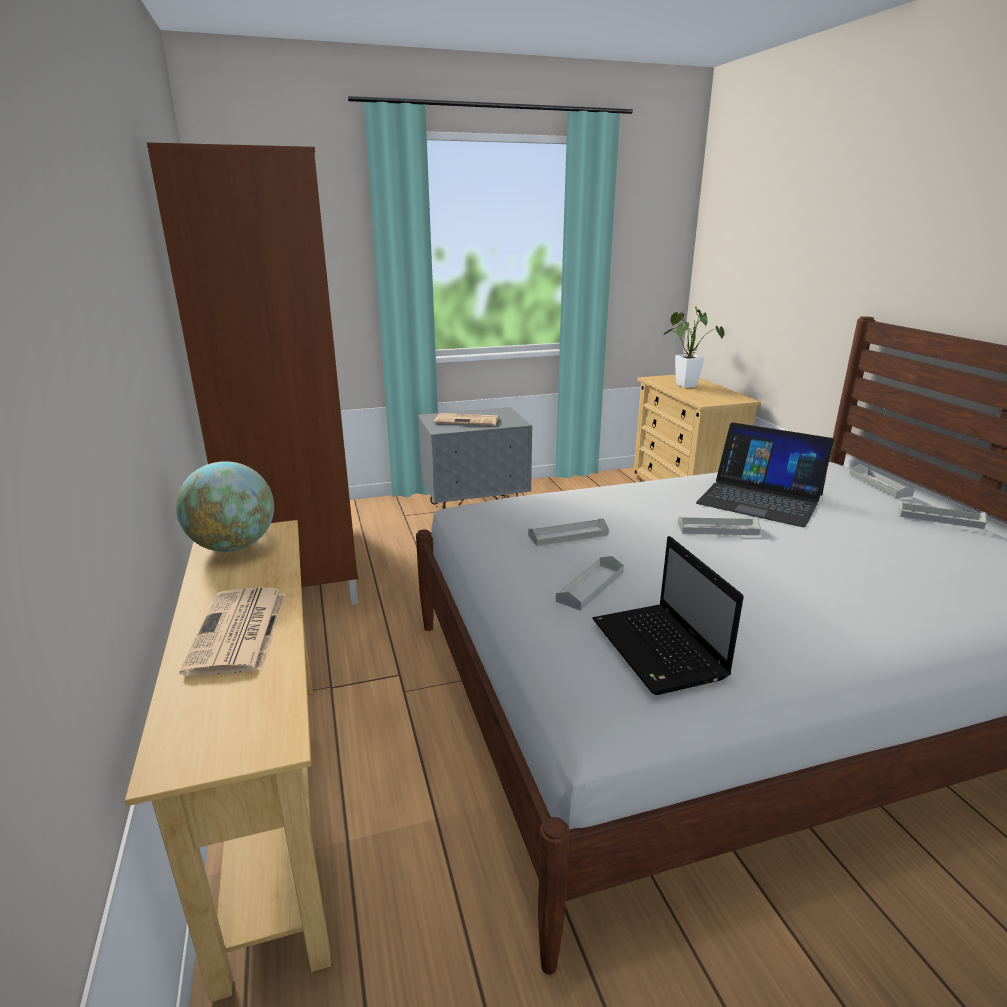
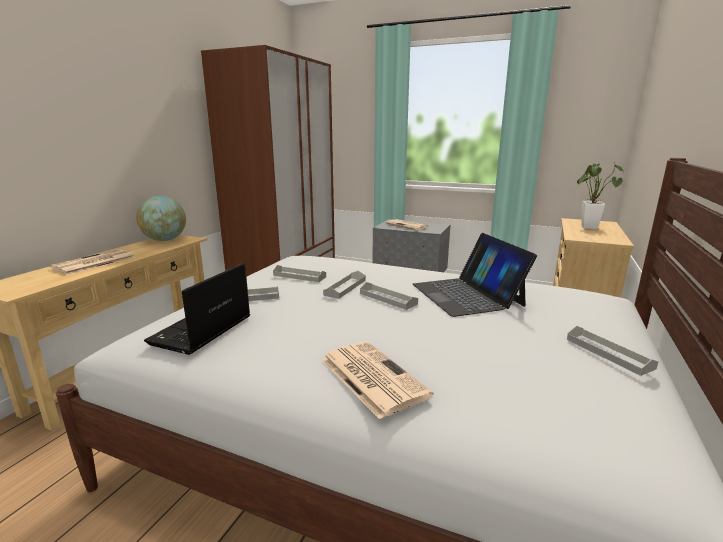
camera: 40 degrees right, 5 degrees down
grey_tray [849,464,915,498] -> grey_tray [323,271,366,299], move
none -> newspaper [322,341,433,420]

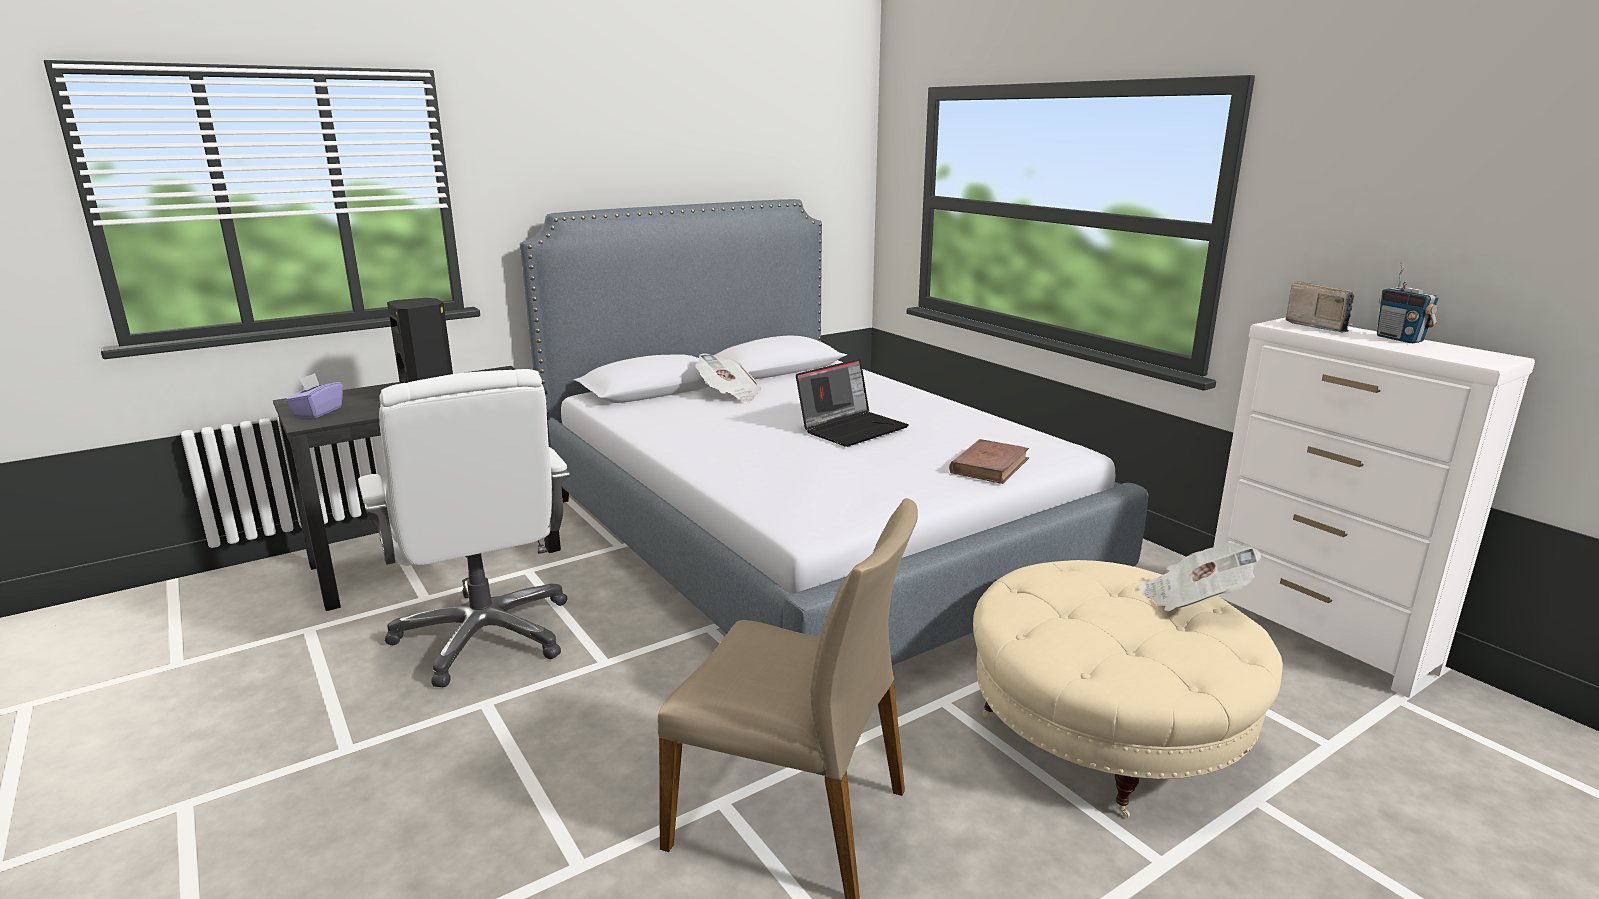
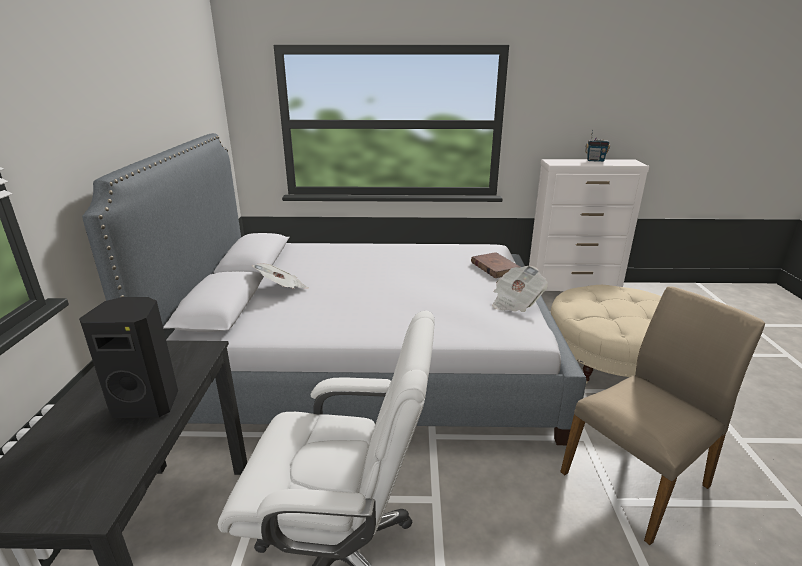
camera: 55 degrees left, 5 degrees up
radio [1285,281,1354,332] -> none
laptop [796,359,909,447] -> none
purple_tissue_box [285,373,343,418] -> none
newspaper [1138,543,1262,611] -> newspaper [492,266,548,312], move

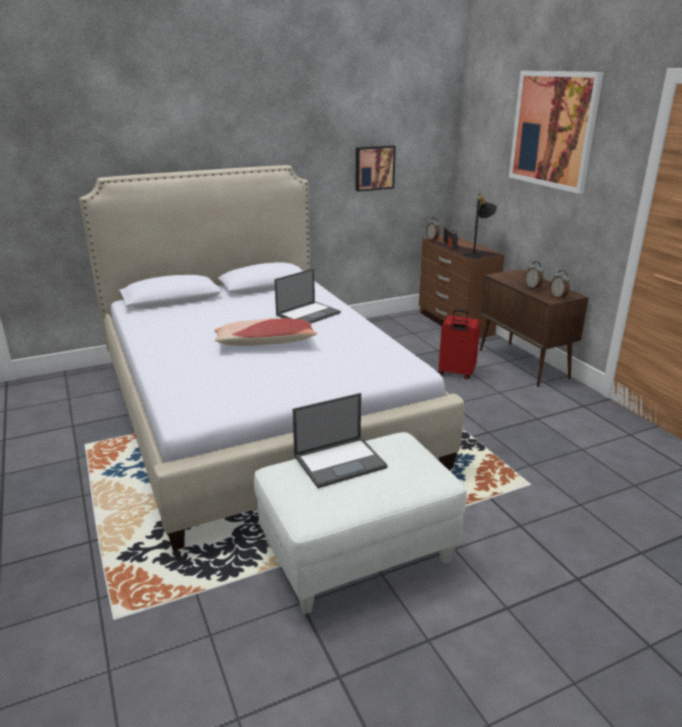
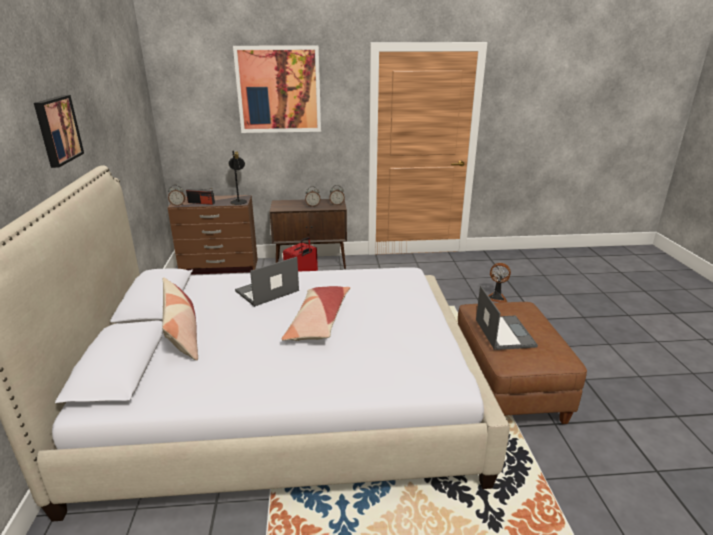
camera: 70 degrees left, 0 degrees up
picture [355,145,396,192] -> picture [34,95,84,168], move
laptop [274,268,341,323] -> laptop [235,257,299,307], 105 degrees counterclockwise
white_ottoman [254,432,467,614] -> brown_ottoman [458,302,587,424]
none -> fan [488,263,511,303]
none -> pillow [162,277,198,360]

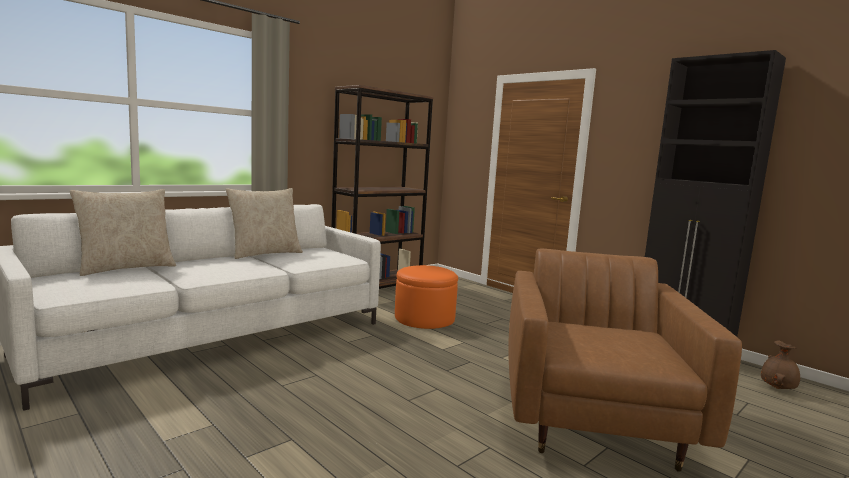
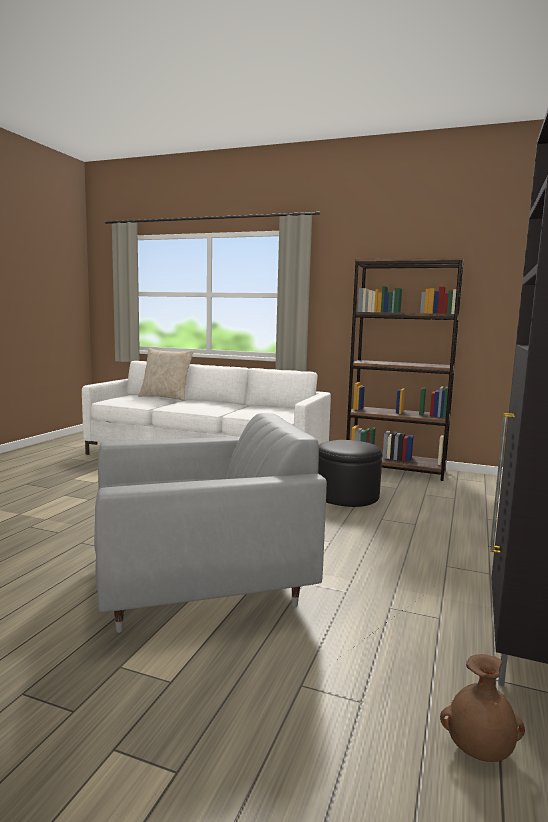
camera: 65 degrees right, 0 degrees up
beige_pillow [226,188,303,259] -> none
brown_armchair [508,249,742,472] -> grey_armchair [94,413,327,633]
orange_ottoman [395,265,458,329] -> black_ottoman [318,440,383,507]

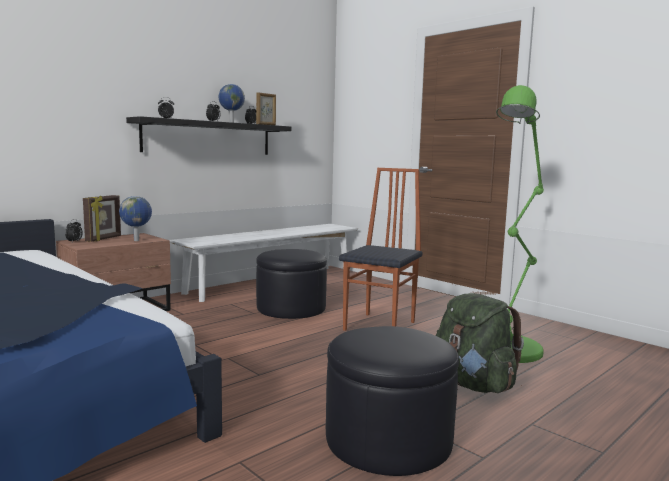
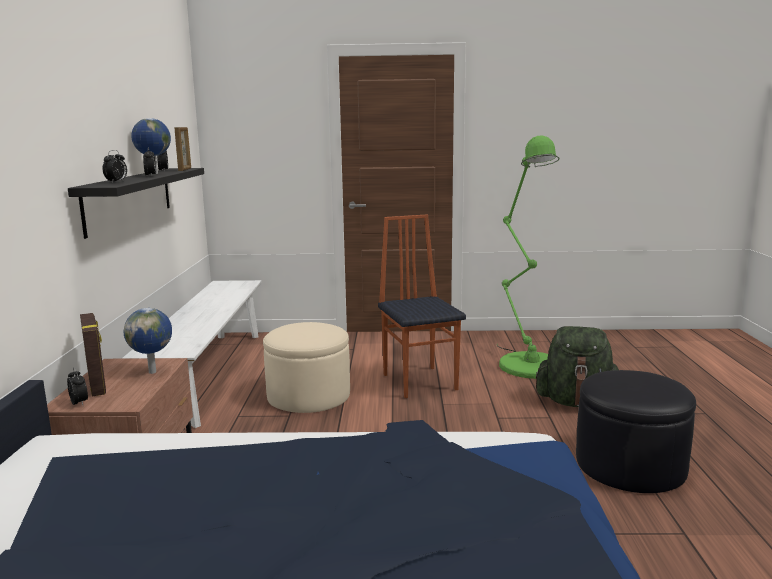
camera: 45 degrees left, 5 degrees up
black_ottoman [256,249,327,319] -> beige_ottoman [263,322,350,413]

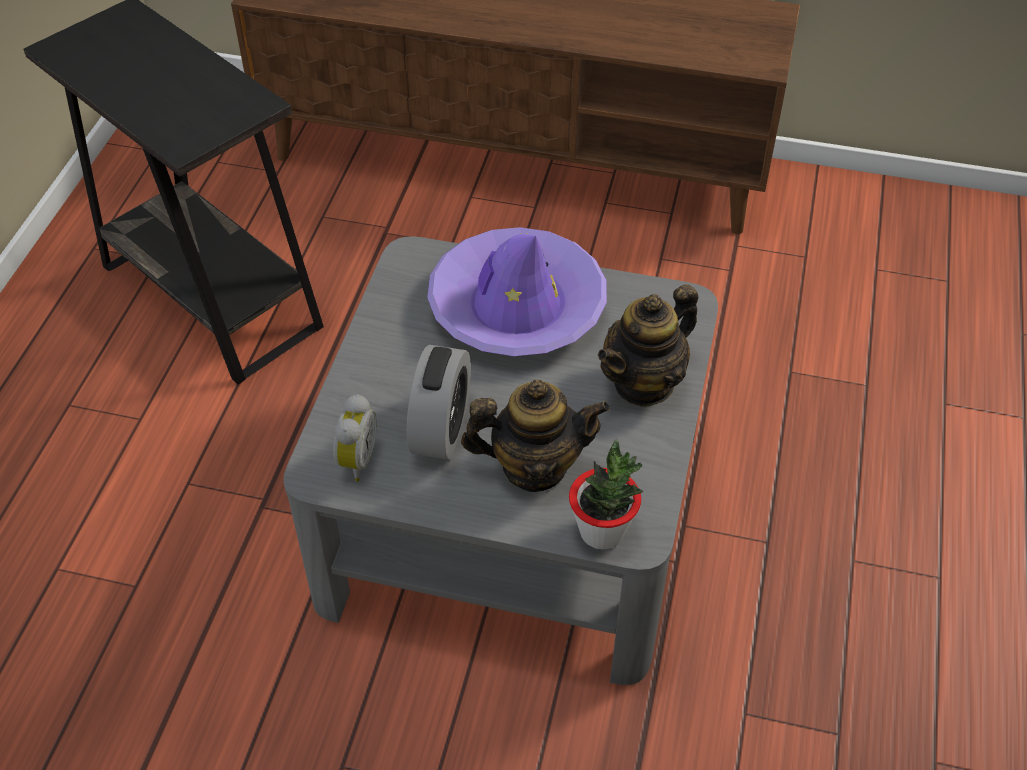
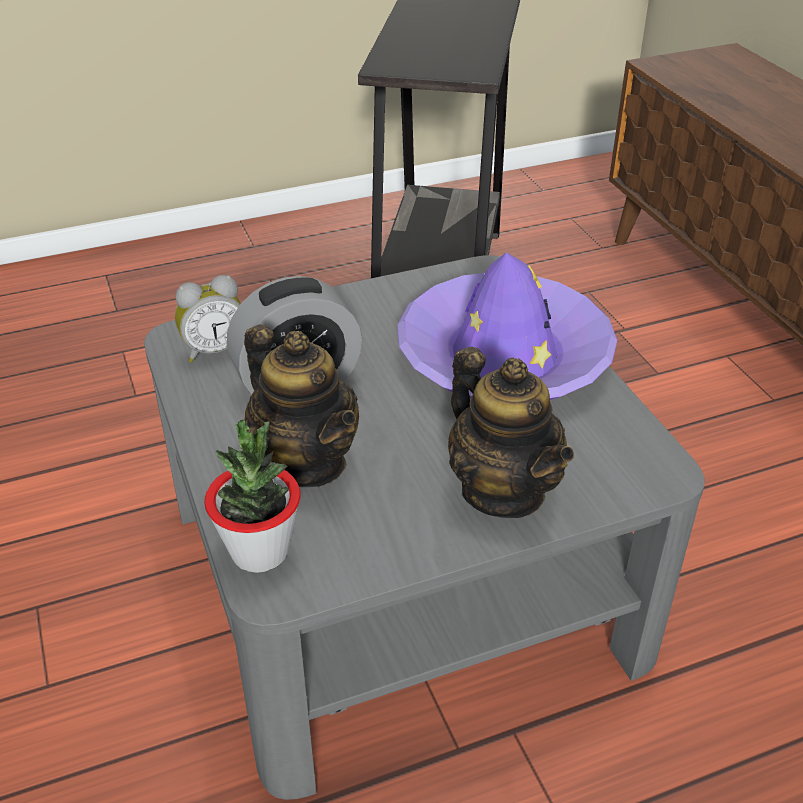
camera: 55 degrees right, 10 degrees down
teapot [598,284,698,407] -> teapot [448,347,574,518], 135 degrees counterclockwise

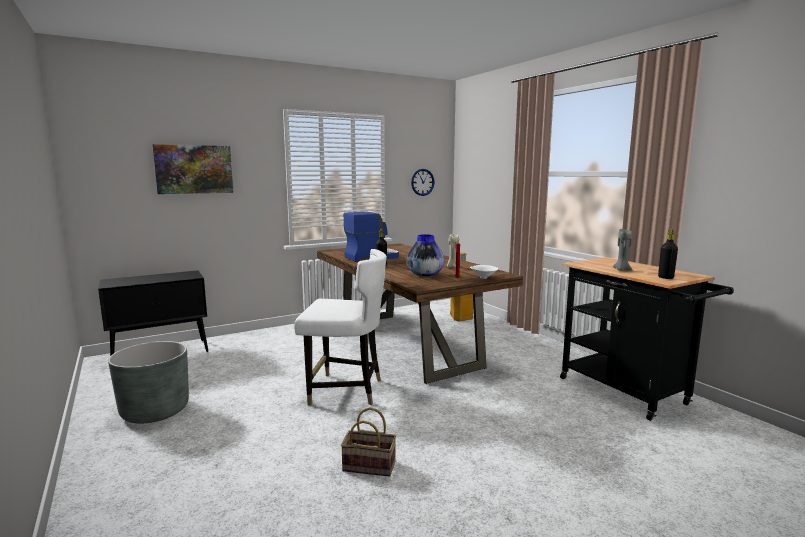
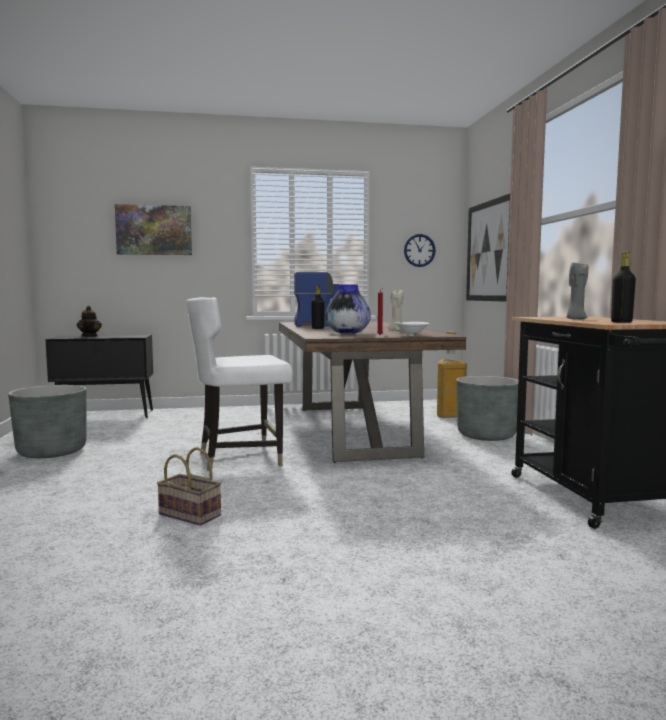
camera: 20 degrees right, 5 degrees down
white_chair [294,249,387,406] -> white_chair [186,297,293,471], 135 degrees clockwise
none -> picture [466,194,510,302]
none -> teapot [77,306,102,337]
none -> grey_planter [456,376,518,441]

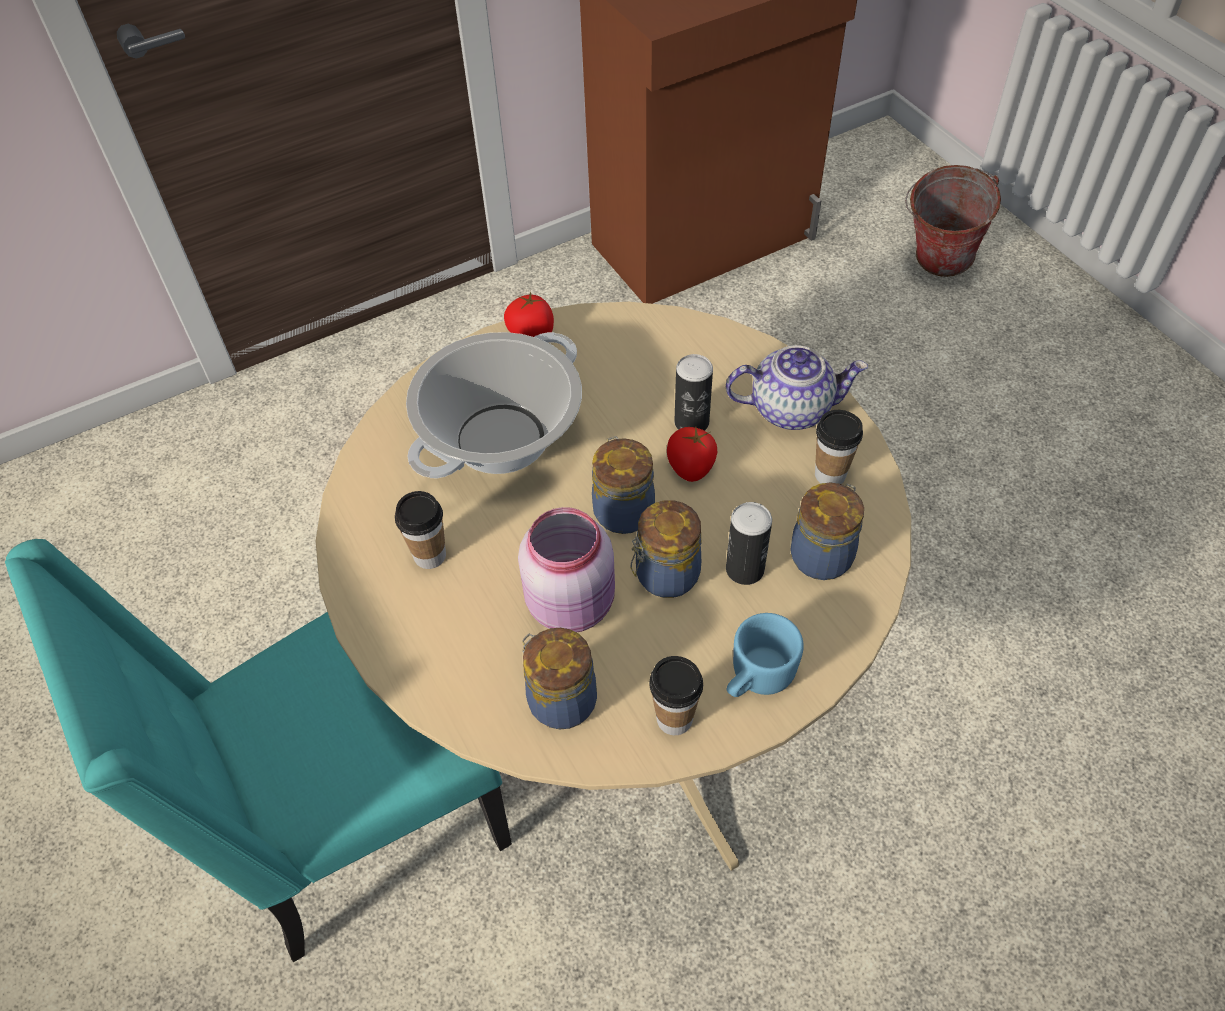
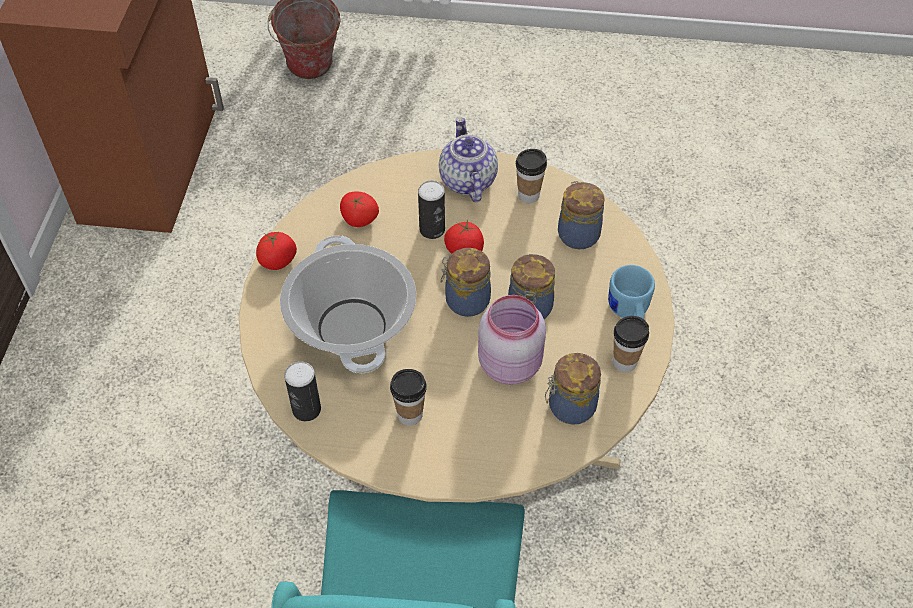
camera: 55 degrees left, 0 degrees up
teapot [726,345,868,430] -> teapot [439,117,498,202], 45 degrees counterclockwise
can [726,502,772,585] -> can [284,361,321,421], move
none -> tomato [340,191,379,227]

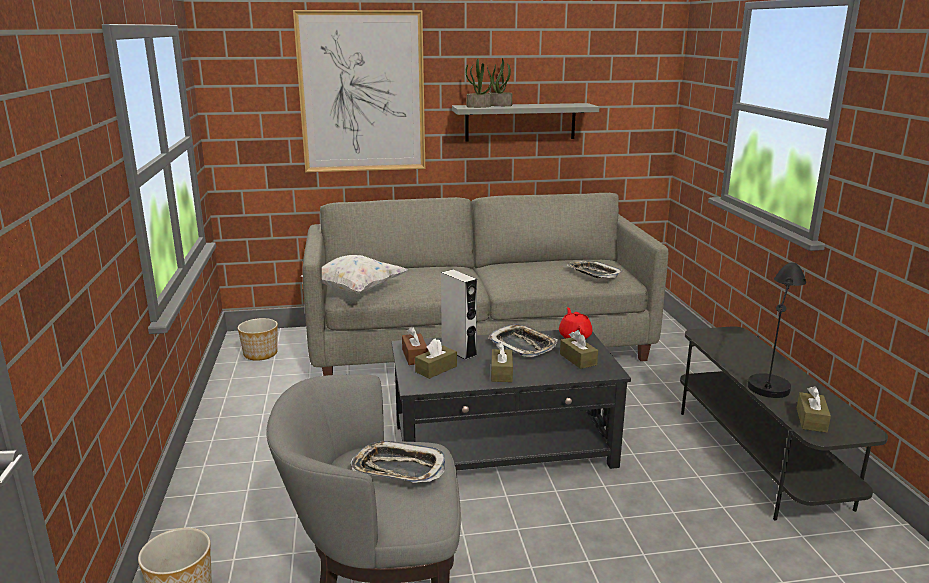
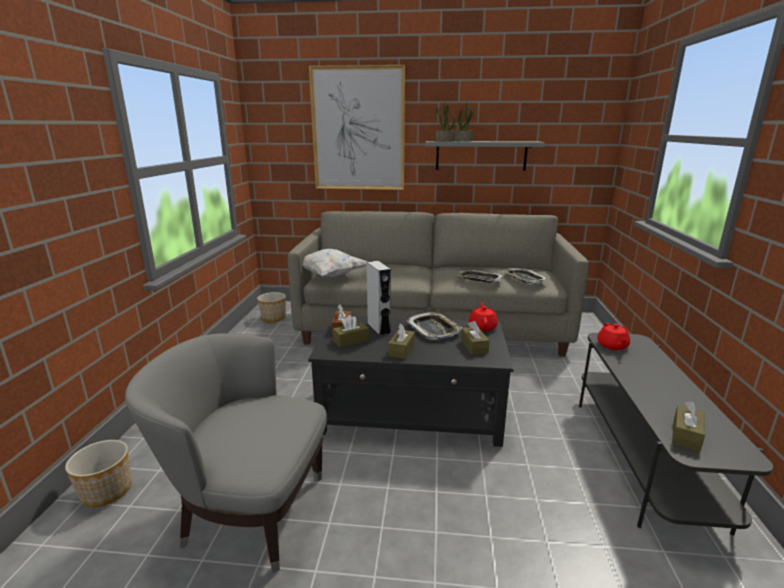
camera: 15 degrees right, 0 degrees up
black_table_lamp [748,262,806,398] -> none
tray [351,441,445,483] -> tray [456,269,503,283], move
none -> red_teapot [597,323,630,350]

